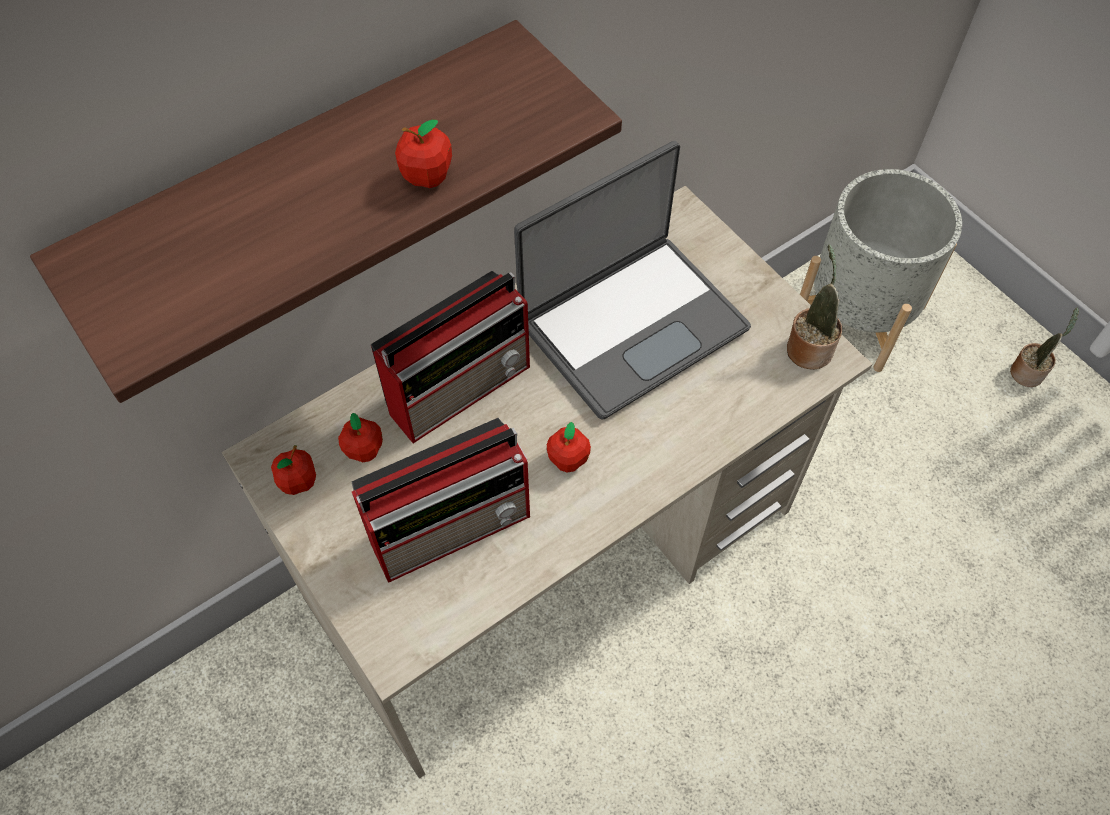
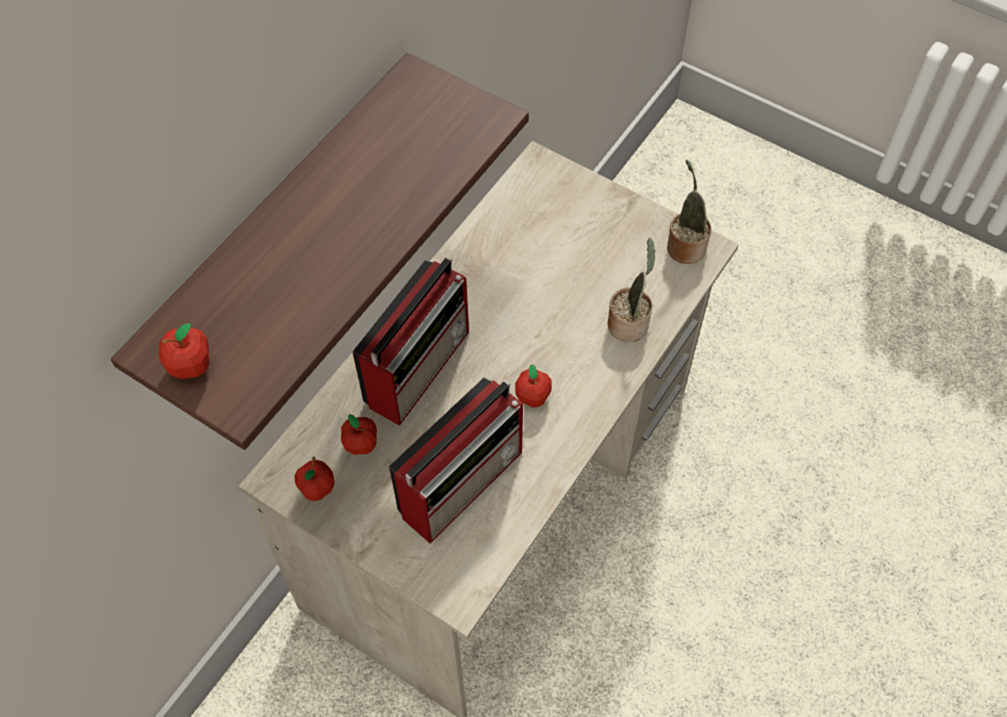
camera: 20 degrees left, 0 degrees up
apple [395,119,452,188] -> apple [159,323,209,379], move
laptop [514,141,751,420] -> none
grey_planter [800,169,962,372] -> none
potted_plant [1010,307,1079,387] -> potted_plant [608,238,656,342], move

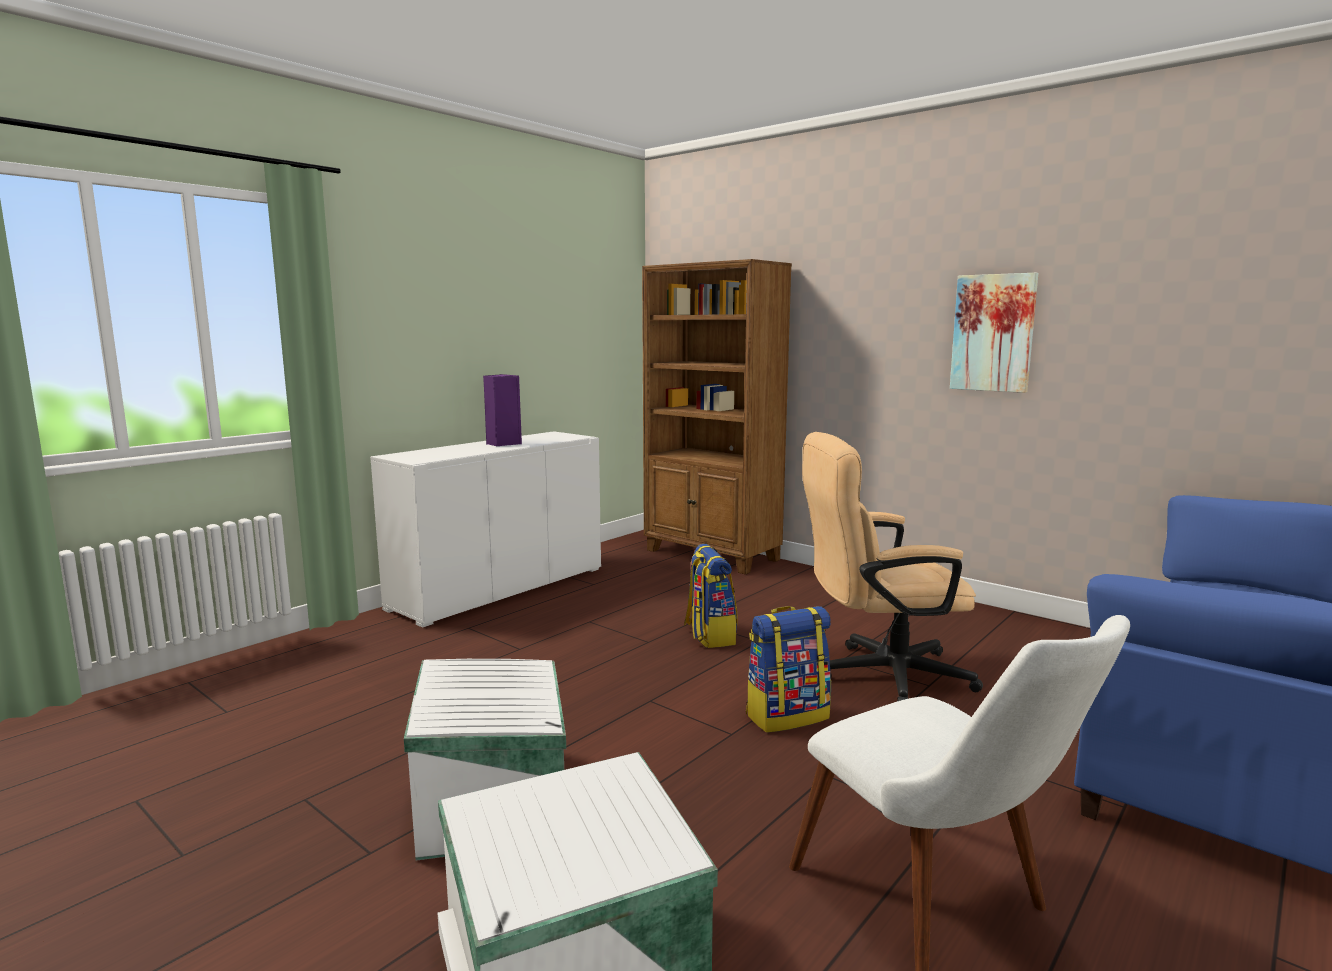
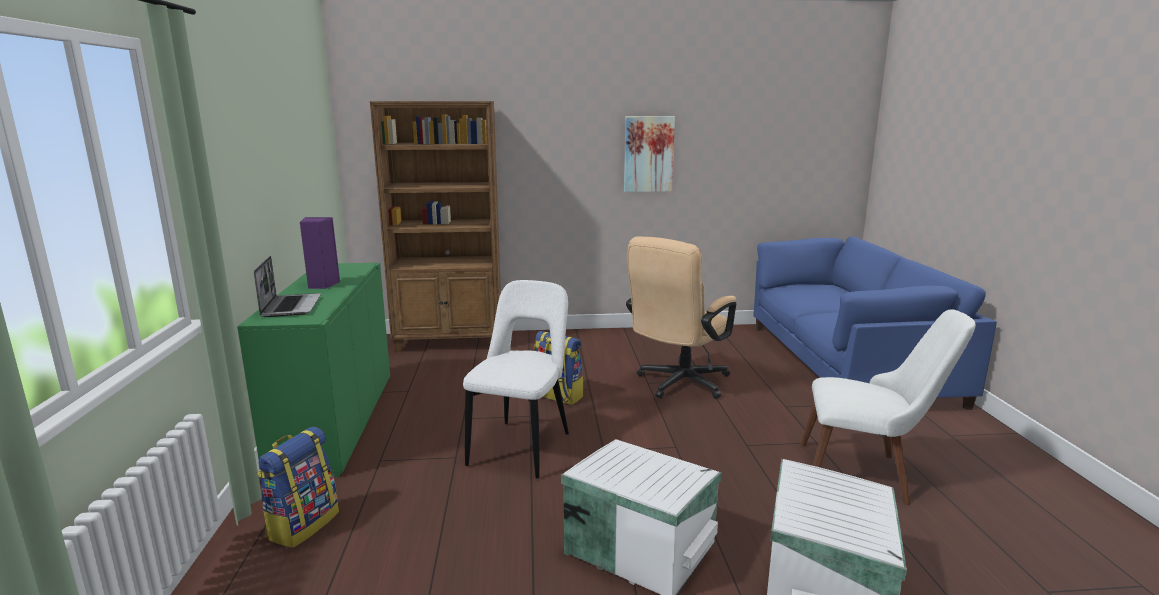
camera: 45 degrees left, 5 degrees up
white_cabinet [370,431,601,628] -> green_cabinet [237,263,390,477]
backpack [746,606,831,733] -> backpack [257,427,339,548], move
none -> laptop [254,256,321,317]
none -> white_chair [463,280,569,478]

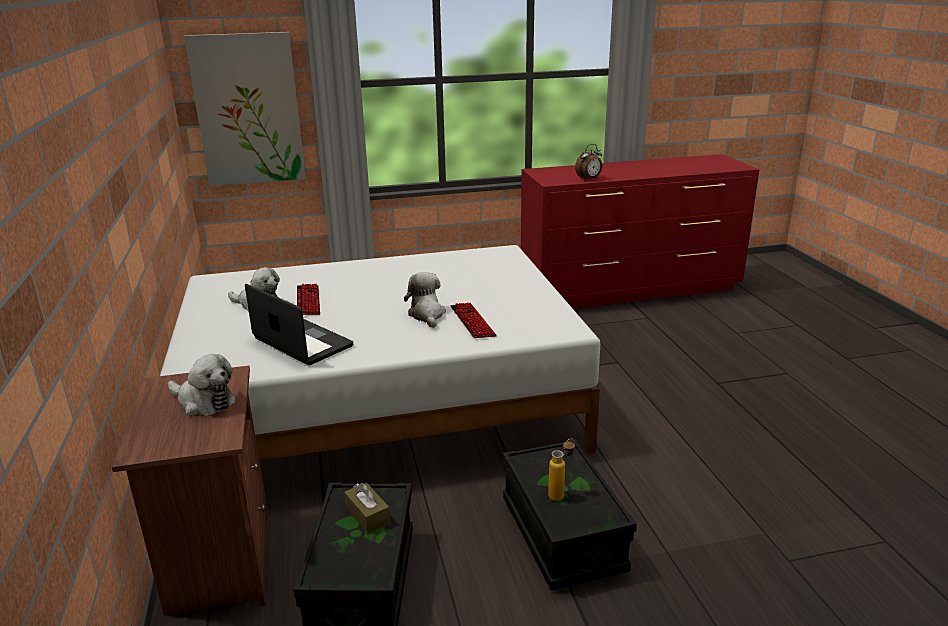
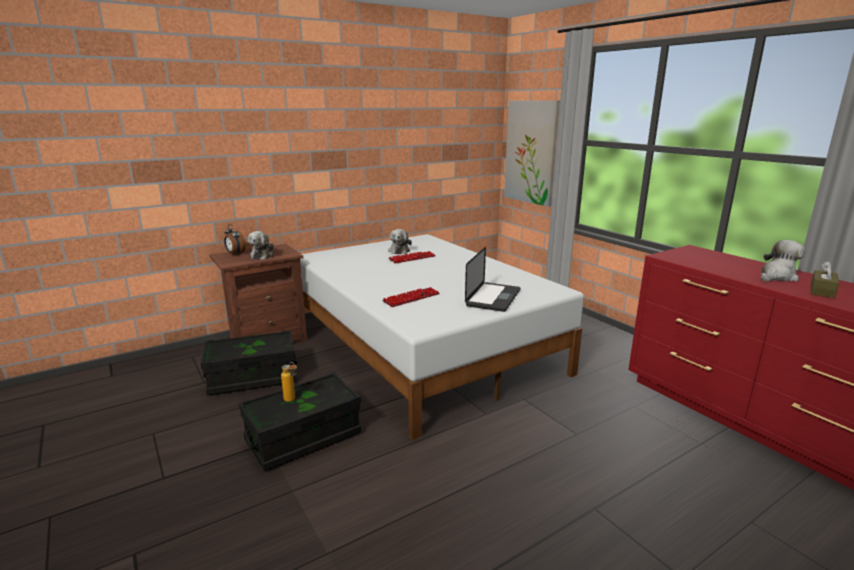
camera: 70 degrees right, 5 degrees down
alarm_clock [575,144,602,181] -> alarm_clock [224,224,246,255], move
plush_toy [404,272,446,328] -> plush_toy [761,240,805,282], move
laptop [245,284,353,365] -> laptop [465,247,521,312], move
brown_tissue_box [344,483,391,534] -> brown_tissue_box [811,261,839,298], move

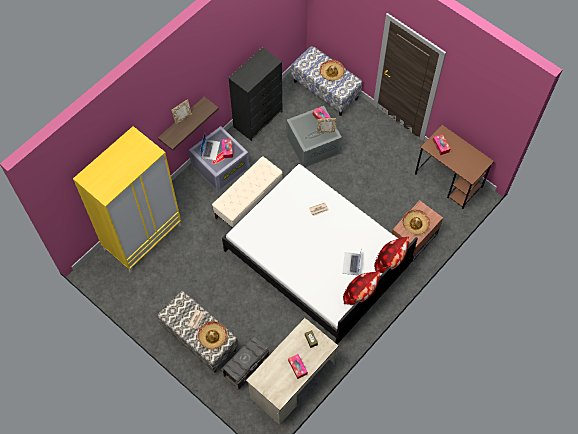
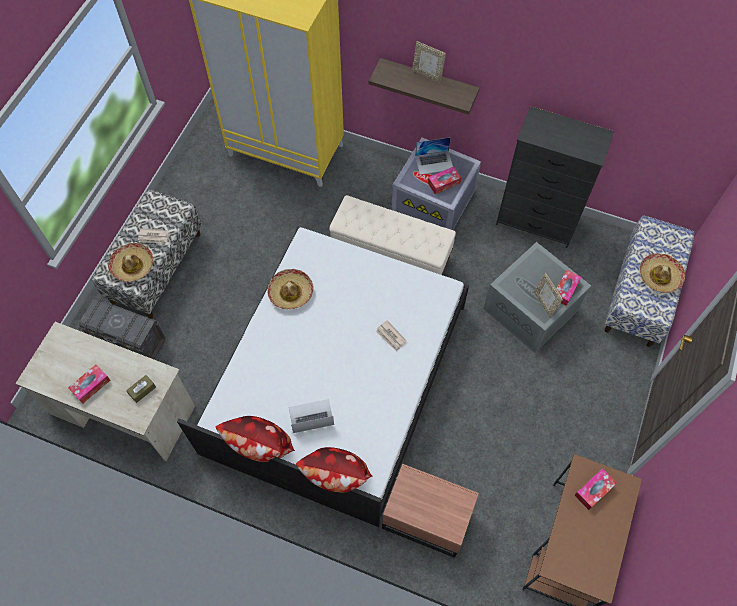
camera: 70 degrees right, 0 degrees up
hat [402,209,430,234] -> hat [267,269,314,309], move

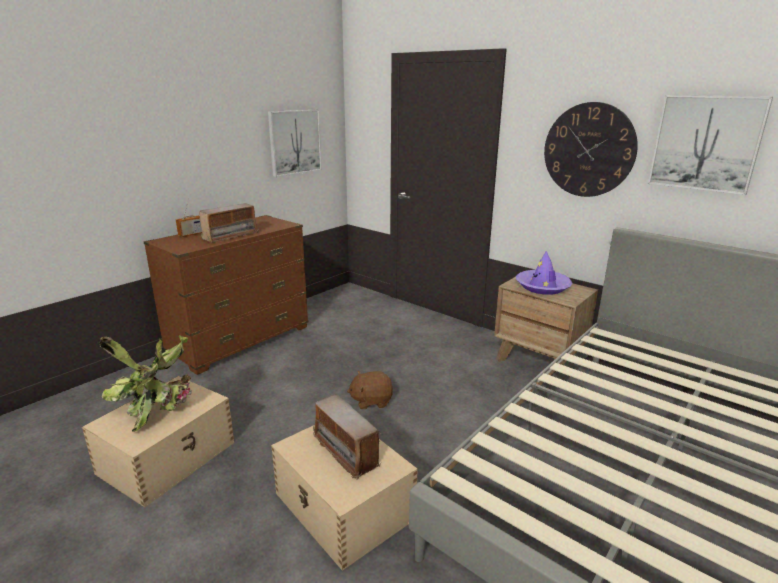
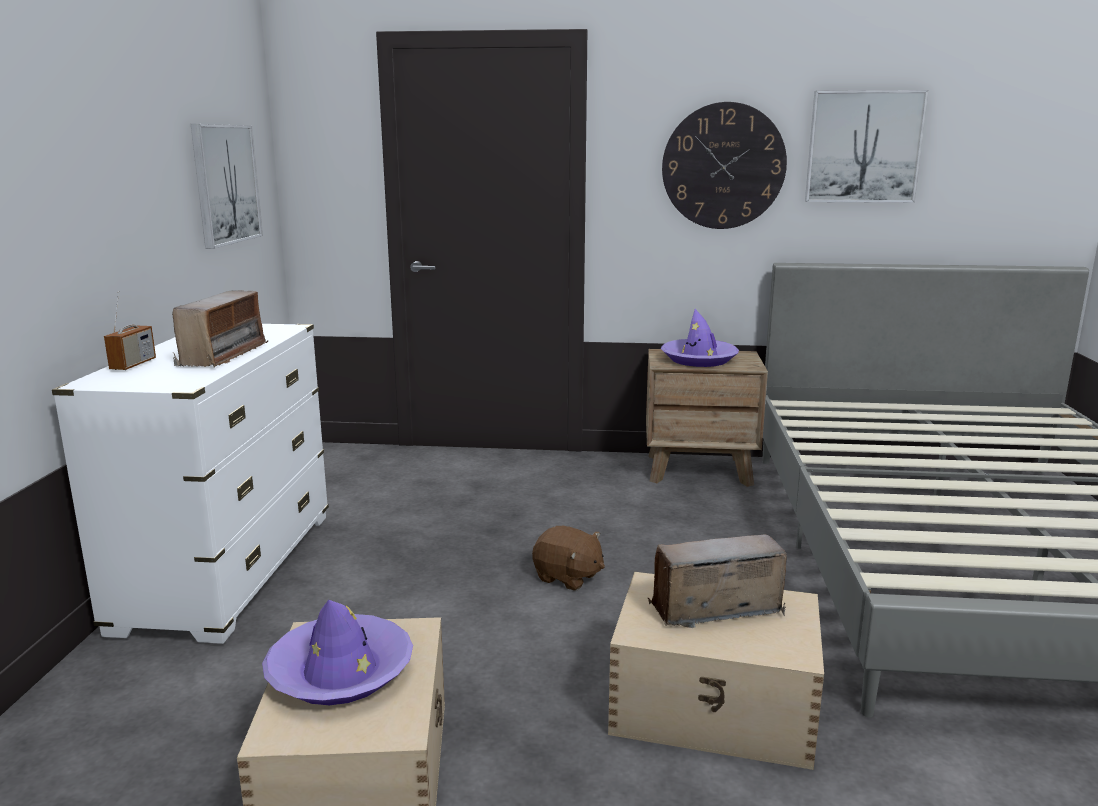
camera: 35 degrees left, 5 degrees down
brown_dresser [144,215,309,375] -> white_dresser [52,324,329,644]
potted_plant [98,335,192,432] -> purple_hat [262,600,413,705]
brown_plush_toy [347,371,393,409] -> brown_plush_toy [532,526,605,591], 105 degrees counterclockwise
radio [313,394,381,480] -> radio [647,534,787,628], 150 degrees clockwise

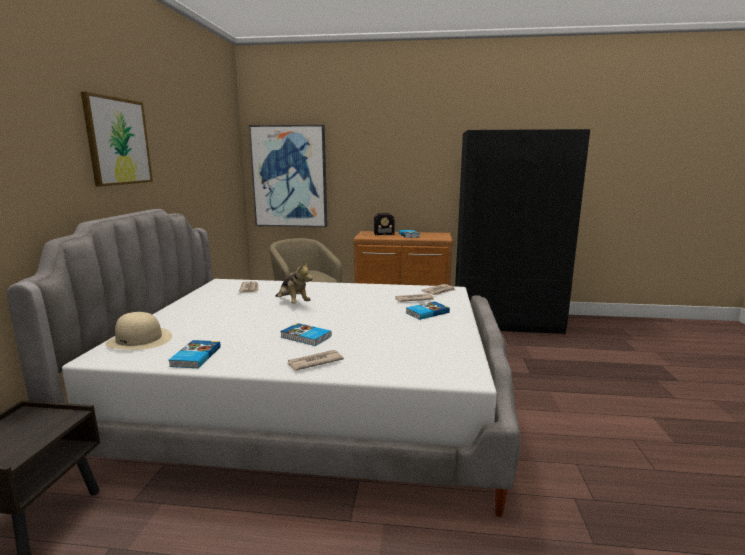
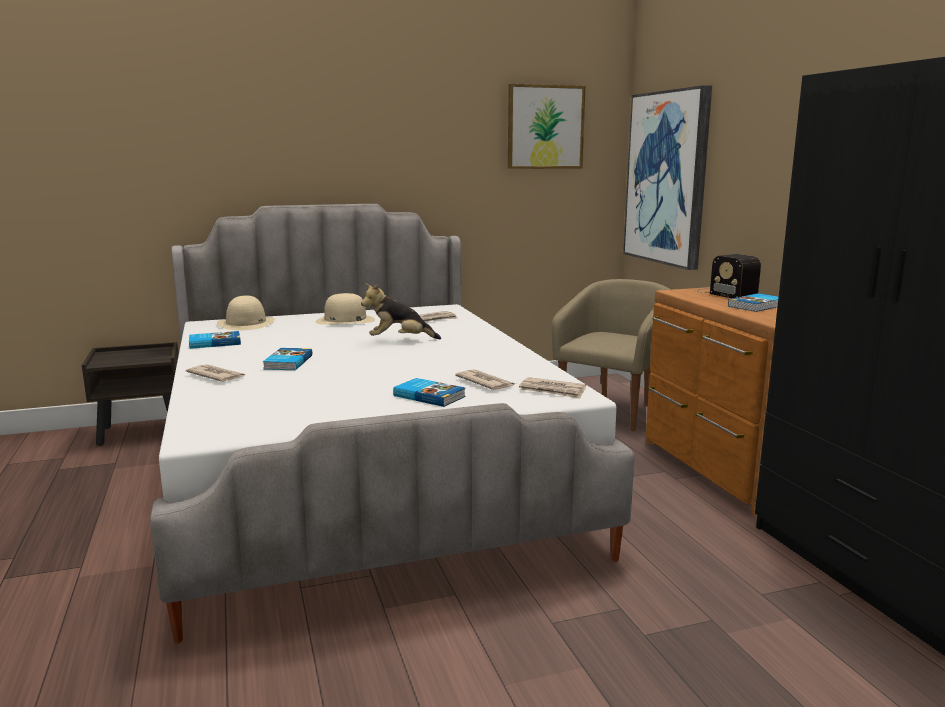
camera: 65 degrees right, 0 degrees up
picture [81,92,153,187] -> picture [508,84,585,169], move
plush_toy [276,263,313,303] -> plush_toy [361,283,441,339], 60 degrees clockwise
none -> beige_hat [316,293,375,325]

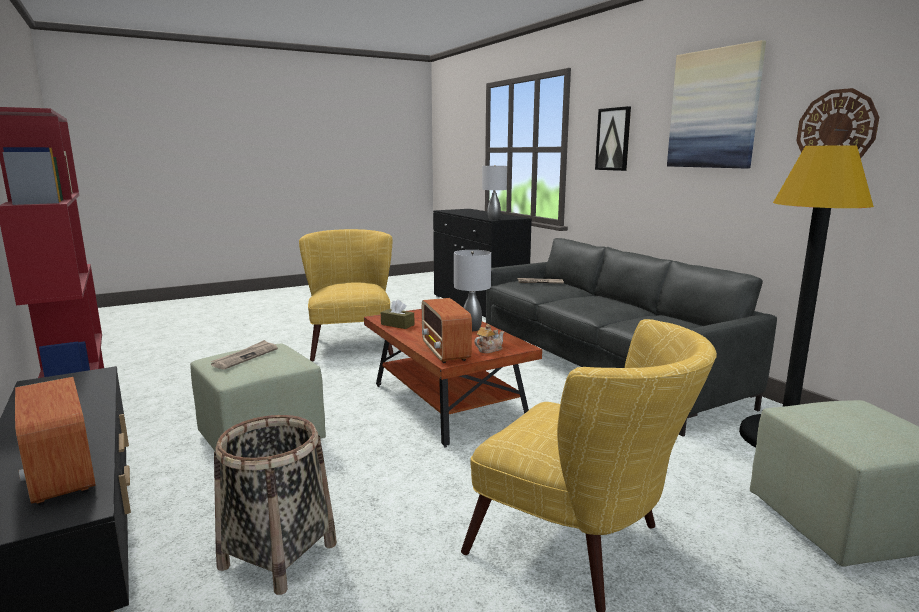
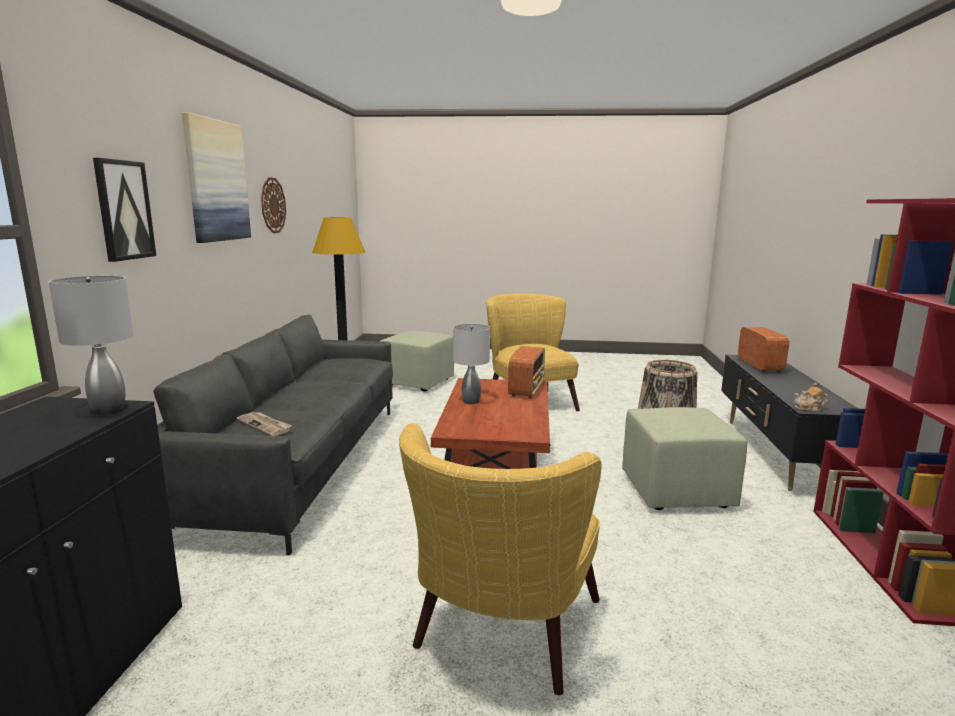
camera: 145 degrees left, 0 degrees up
brown_tissue_box [381,299,415,329] -> none
teapot [474,324,504,353] -> teapot [794,382,828,412], move
newspaper [210,340,278,370] -> none

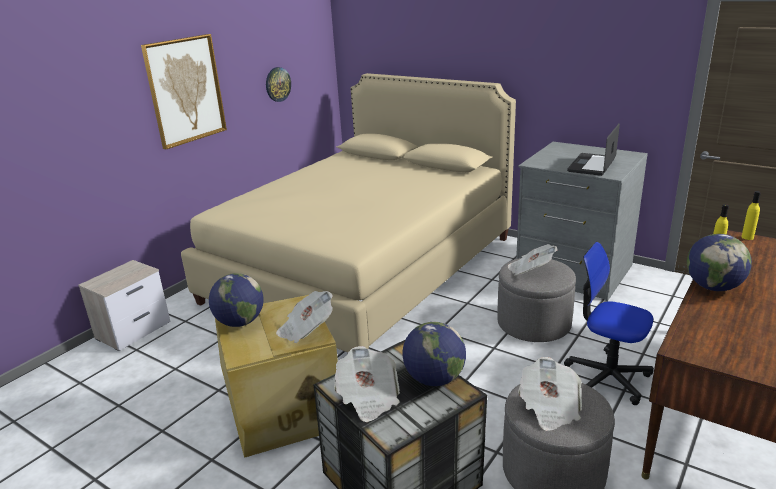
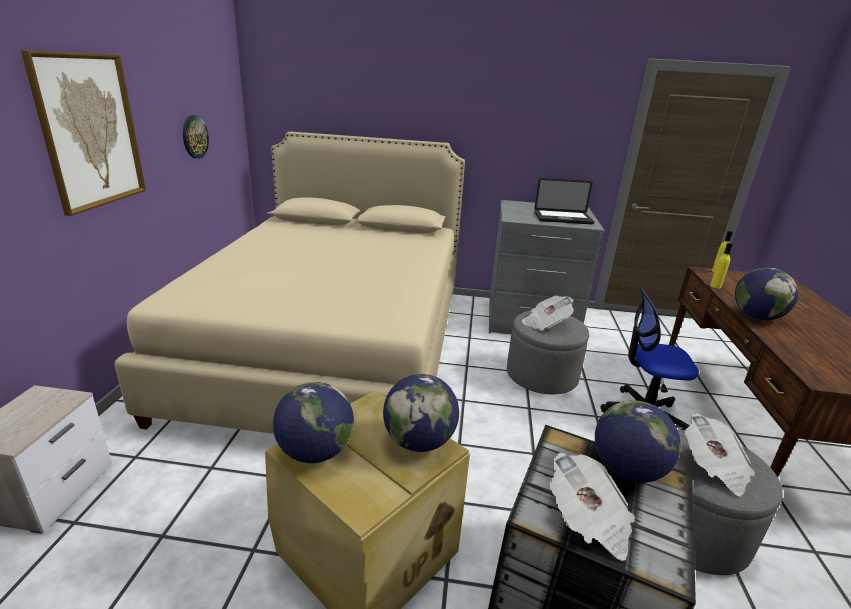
camera: 30 degrees left, 0 degrees up
laptop [567,124,620,176] -> laptop [534,178,595,224], 90 degrees counterclockwise
newspaper [276,291,333,343] -> globe [383,374,459,452]

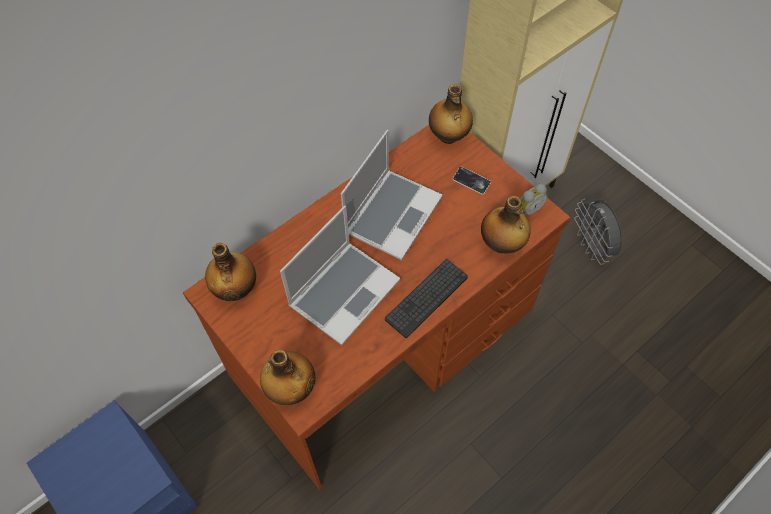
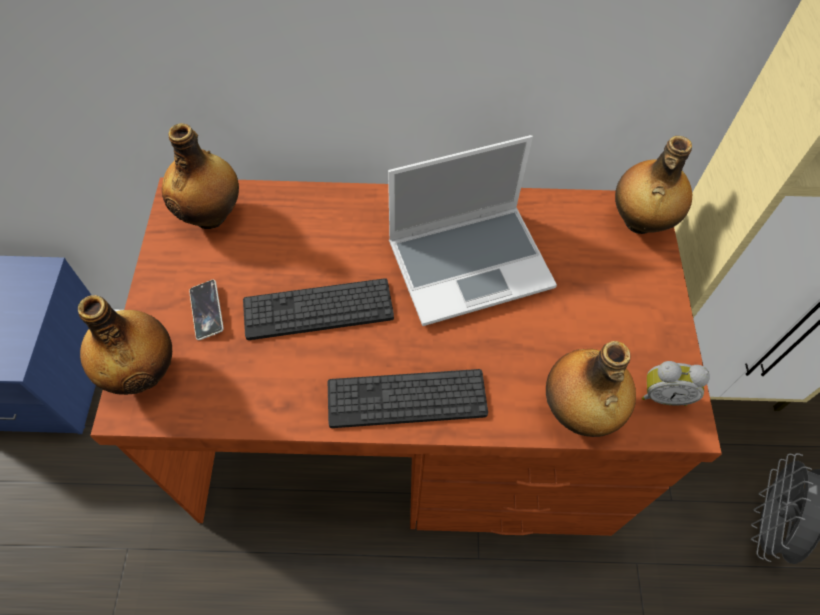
camera: 40 degrees right, 0 degrees up
phone [453,167,491,195] -> phone [189,280,224,340], move
laptop [280,206,400,345] -> keyboard [243,278,394,340]

